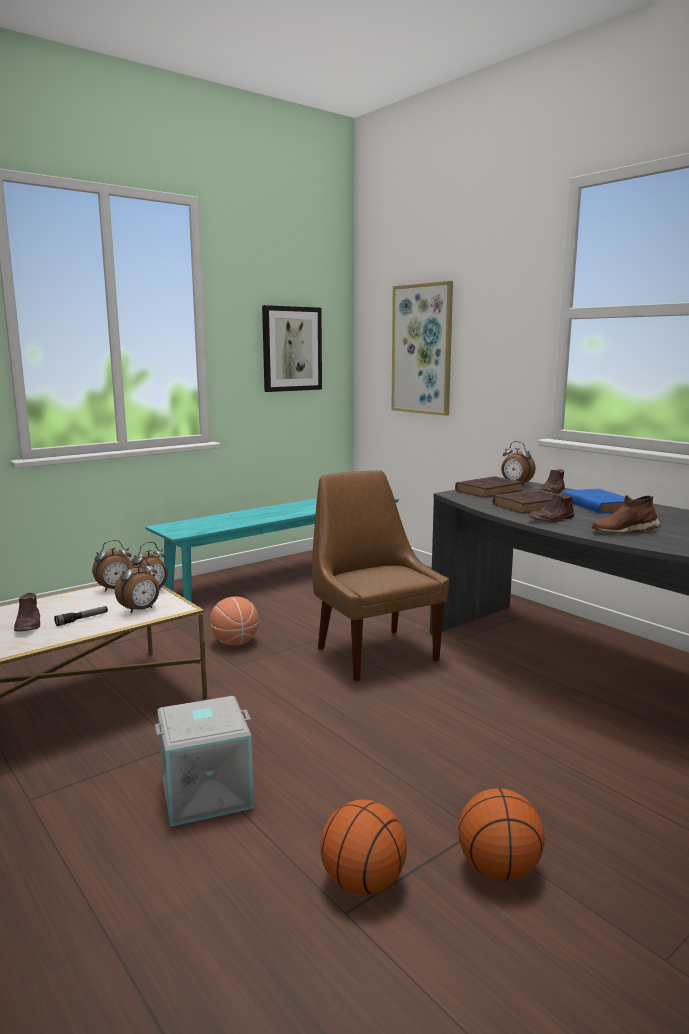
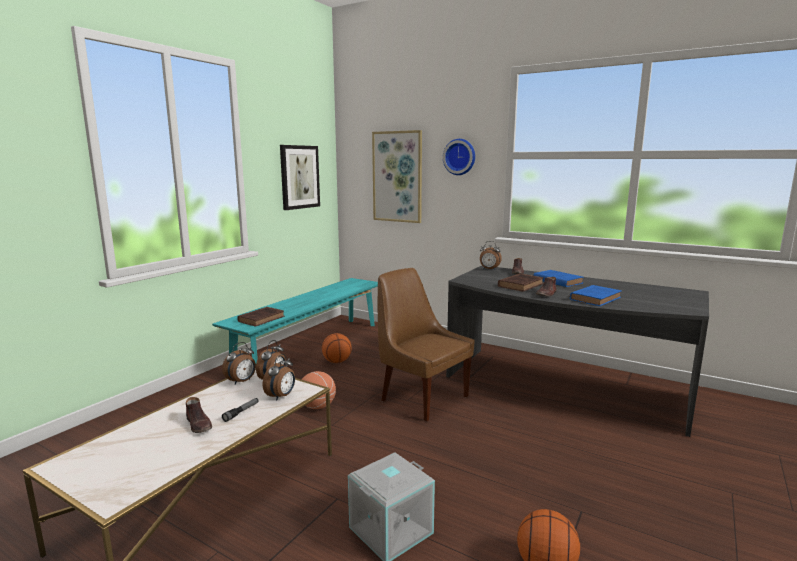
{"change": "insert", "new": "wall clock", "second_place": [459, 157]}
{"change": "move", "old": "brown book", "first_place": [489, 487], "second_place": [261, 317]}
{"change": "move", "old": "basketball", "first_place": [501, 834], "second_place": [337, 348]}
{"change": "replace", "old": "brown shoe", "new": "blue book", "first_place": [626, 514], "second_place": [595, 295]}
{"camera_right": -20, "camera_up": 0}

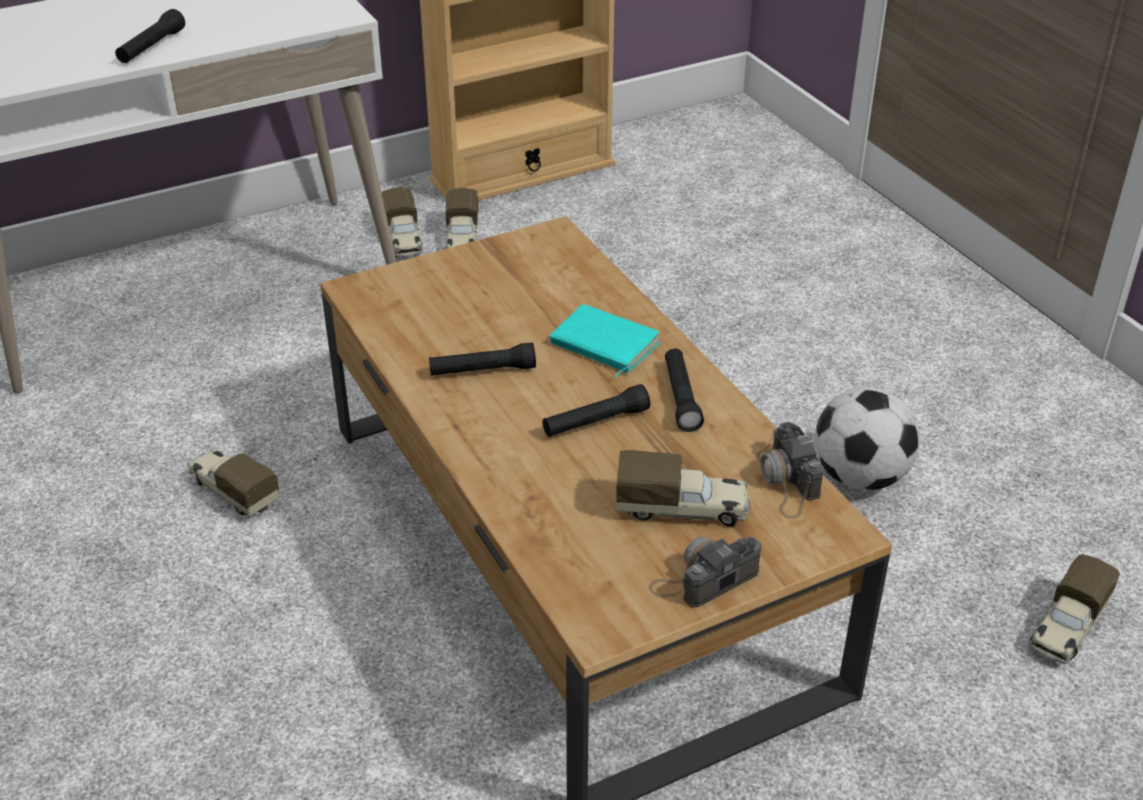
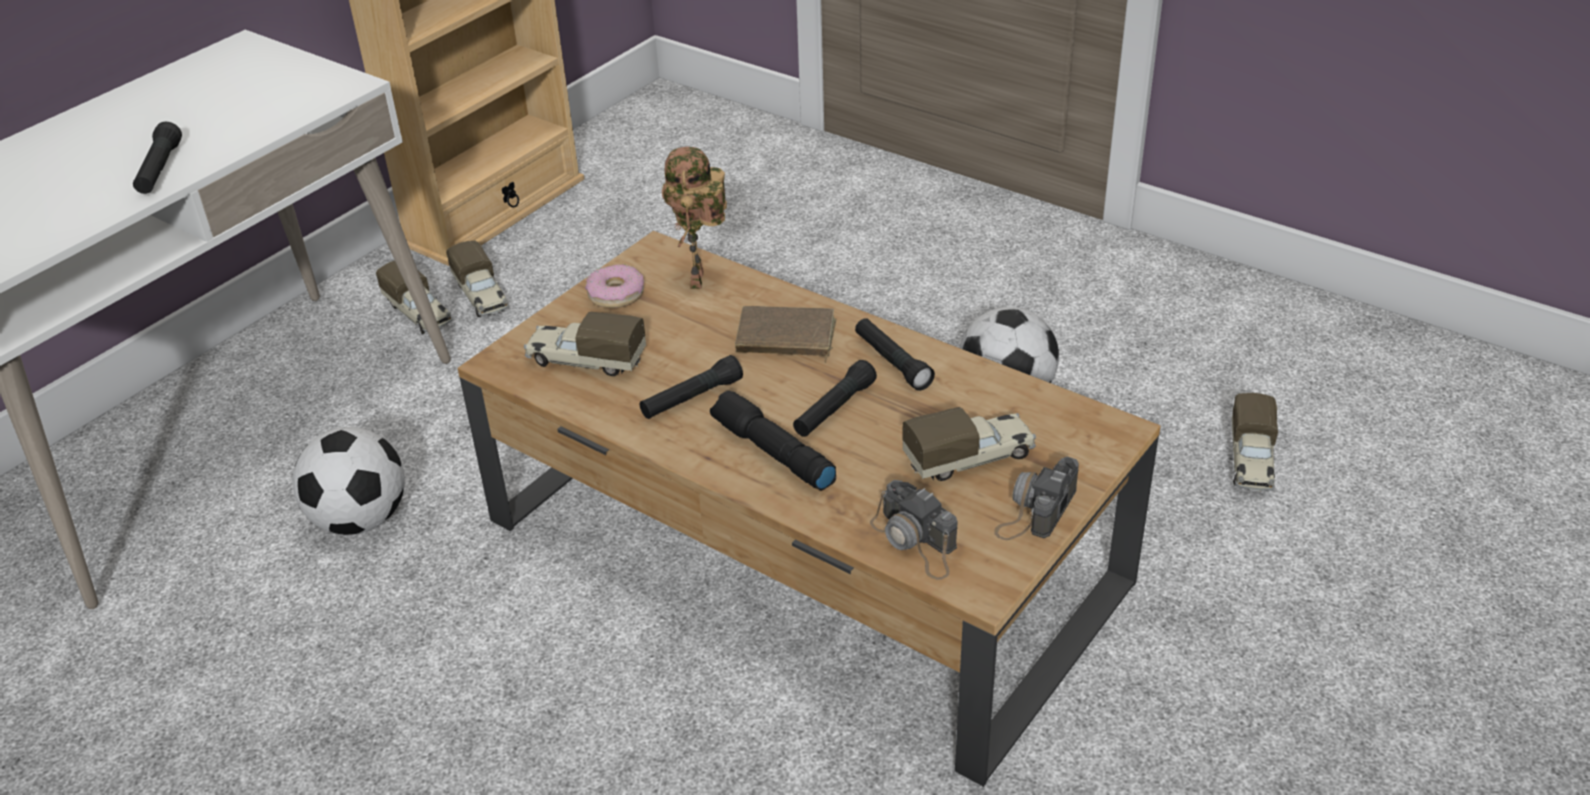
{"change": "insert", "new": "football", "second_place": [348, 481]}
{"change": "insert", "new": "donut", "second_place": [614, 286]}
{"change": "insert", "new": "toy robot", "second_place": [694, 218]}
{"change": "insert", "new": "black flashlight", "second_place": [773, 441]}
{"change": "move", "old": "toy truck", "first_place": [234, 482], "second_place": [585, 344]}
{"change": "move", "old": "photo camera", "first_place": [790, 470], "second_place": [913, 530]}
{"change": "recolor", "old": "turquoise book", "new": "brown book", "first_place": [605, 340], "second_place": [785, 334]}
{"camera_right": -25, "camera_up": 0}

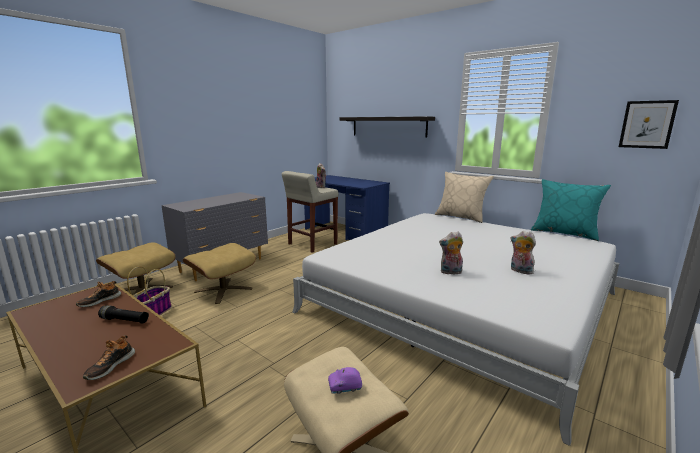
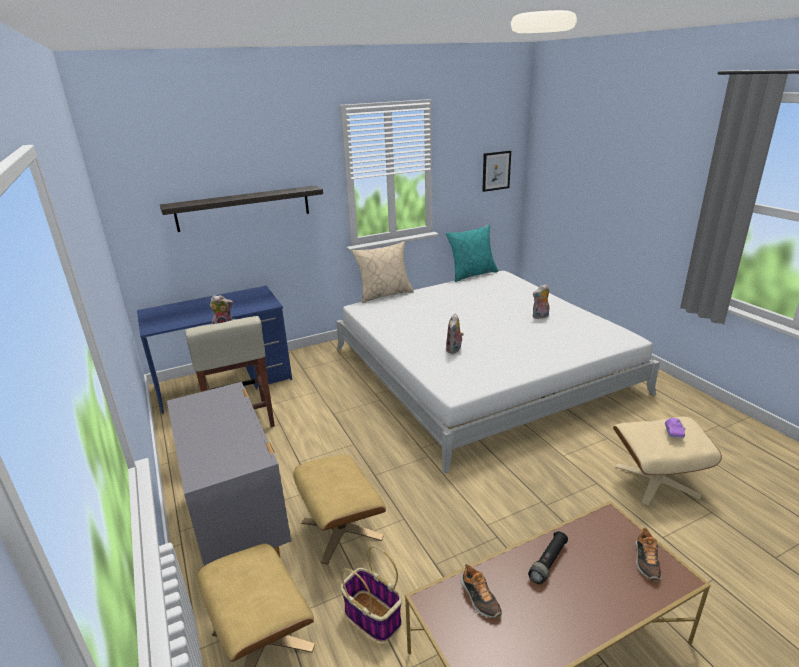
{"change": "move", "old": "plush toy", "first_place": [451, 253], "second_place": [455, 333]}
{"change": "rotate", "old": "shoe", "first_place": [109, 357], "second_place": [648, 554], "degrees": 60}
{"camera_right": -65, "camera_up": 10}

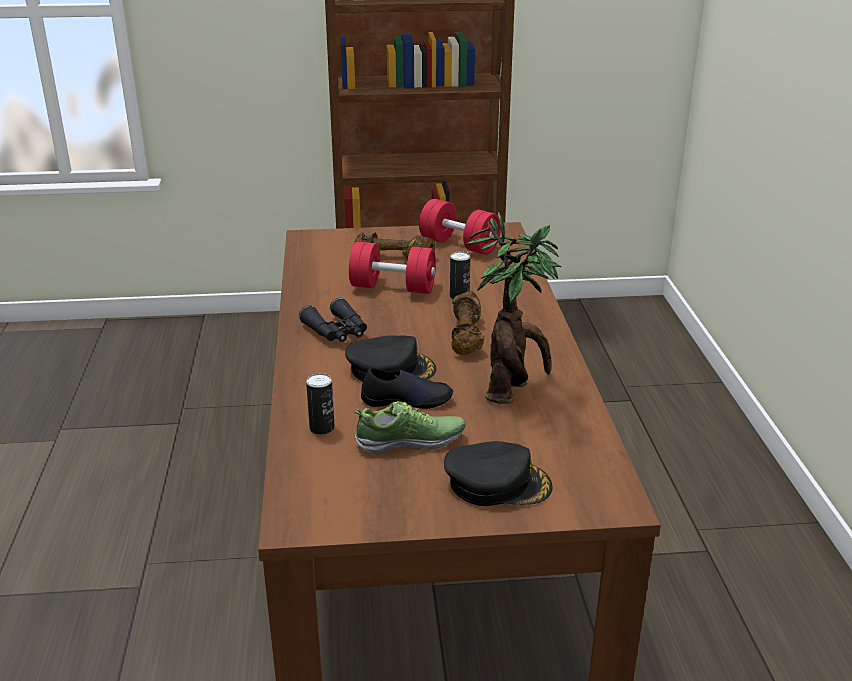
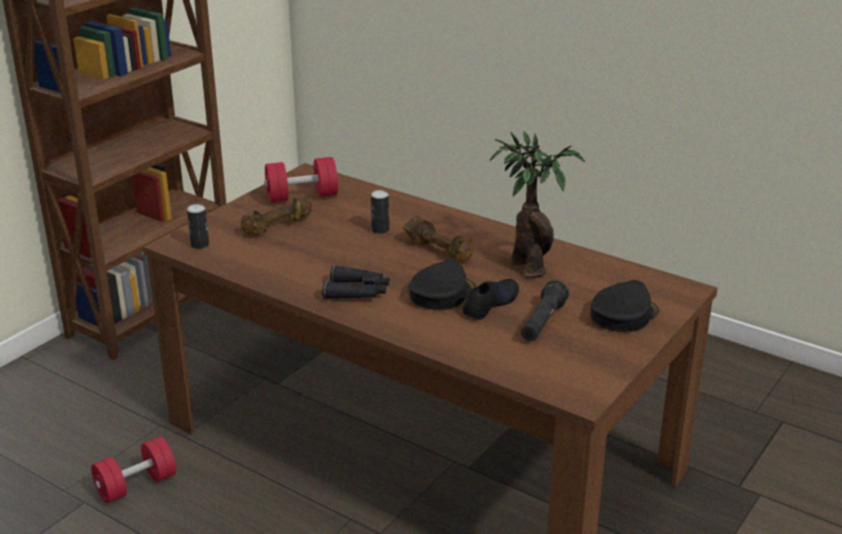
{"change": "move", "old": "can", "first_place": [320, 404], "second_place": [198, 226]}
{"change": "move", "old": "red dumbbell", "first_place": [392, 267], "second_place": [133, 470]}
{"change": "replace", "old": "shoe", "new": "black flashlight", "first_place": [410, 427], "second_place": [545, 310]}
{"camera_right": -50, "camera_up": 0}

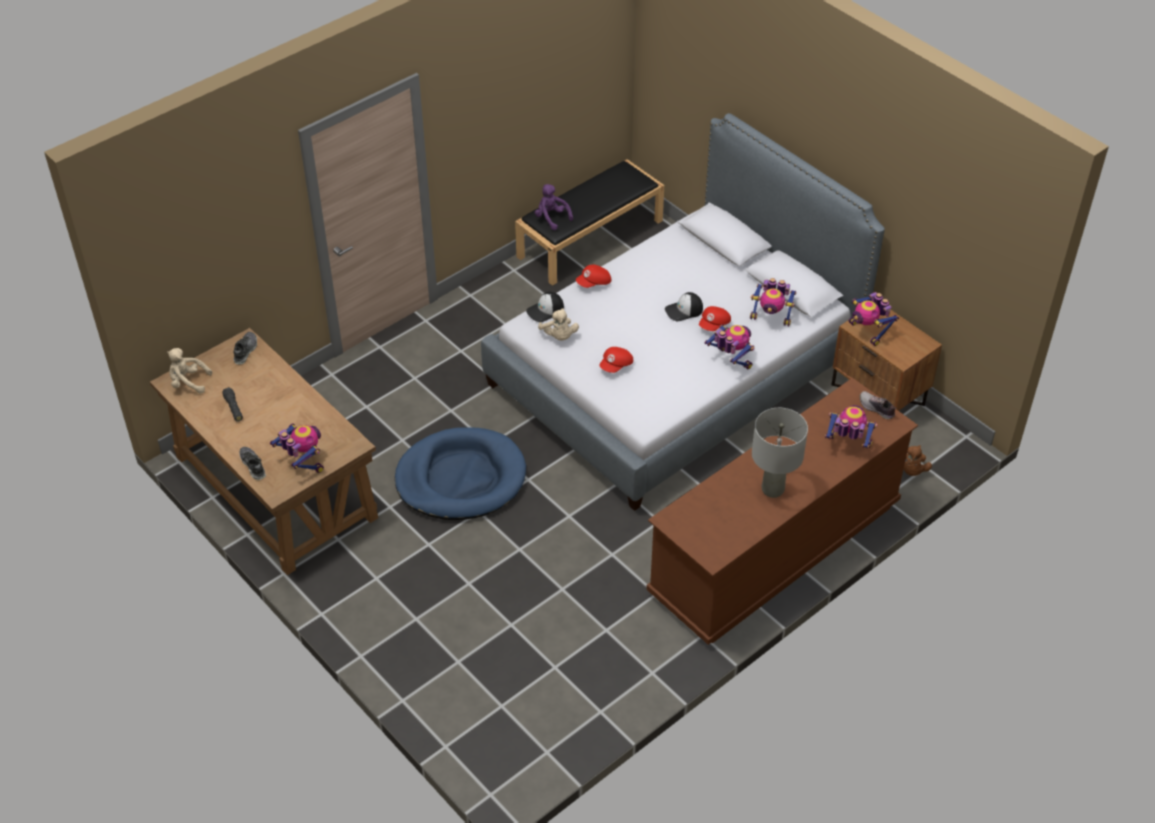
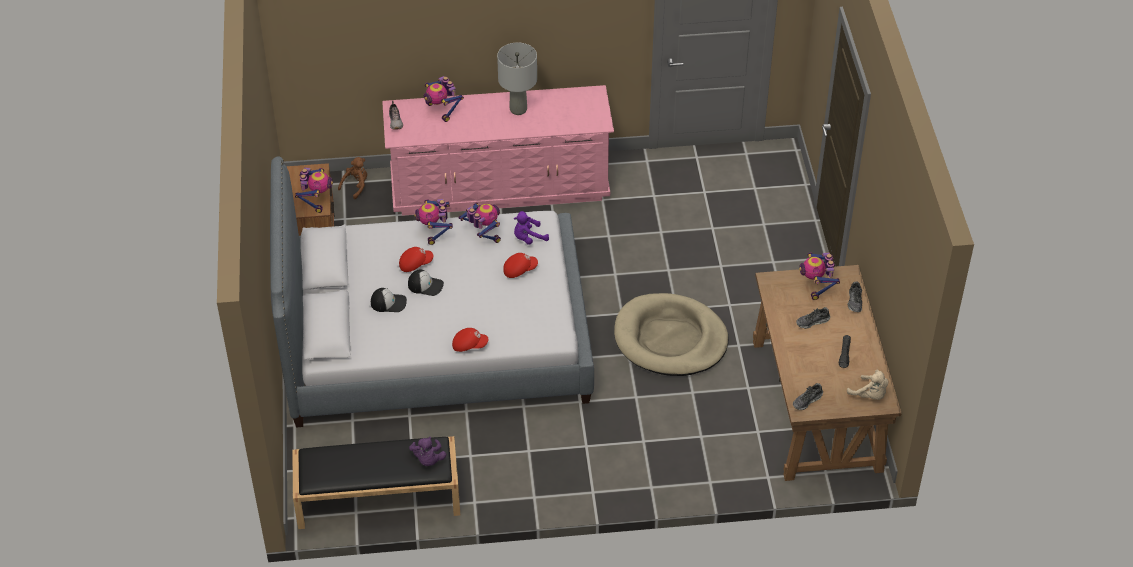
{"change": "delete", "old": "beige plush toy", "first_place": [558, 324]}
{"change": "insert", "new": "purple plush toy", "second_place": [531, 228]}
{"change": "insert", "new": "shoe", "second_place": [813, 318]}
{"change": "move", "old": "cap", "first_place": [545, 307], "second_place": [389, 300]}
{"change": "move", "old": "toy robot", "first_place": [773, 302], "second_place": [479, 222]}
{"change": "recolor", "old": "blue dog bed", "new": "beige dog bed", "first_place": [460, 473], "second_place": [671, 334]}
{"change": "recolor", "old": "brown dresser", "new": "pink dresser", "first_place": [782, 511], "second_place": [498, 150]}
{"camera_right": -145, "camera_up": 0}

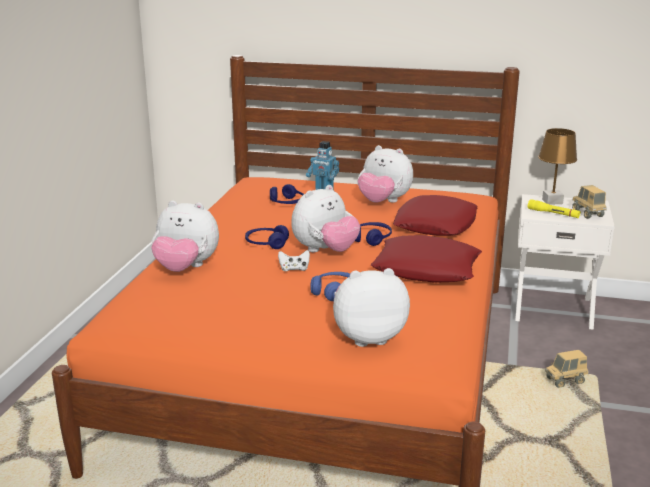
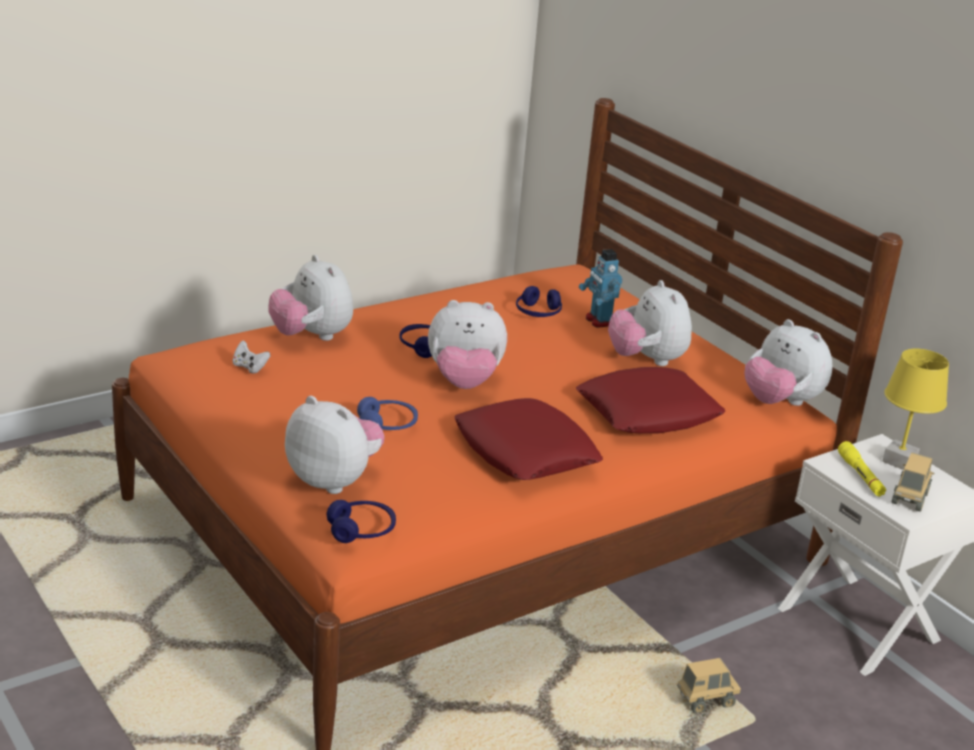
{"change": "insert", "new": "plush toy", "second_place": [788, 362]}
{"change": "move", "old": "white game controller", "first_place": [294, 260], "second_place": [251, 357]}
{"change": "move", "old": "blue headphones", "first_place": [373, 234], "second_place": [361, 521]}
{"change": "recolor", "old": "brown table lamp", "new": "yellow table lamp", "first_place": [557, 166], "second_place": [915, 409]}
{"change": "rotate", "old": "toy truck", "first_place": [567, 369], "second_place": [709, 685], "degrees": 135}
{"camera_right": 40, "camera_up": 5}

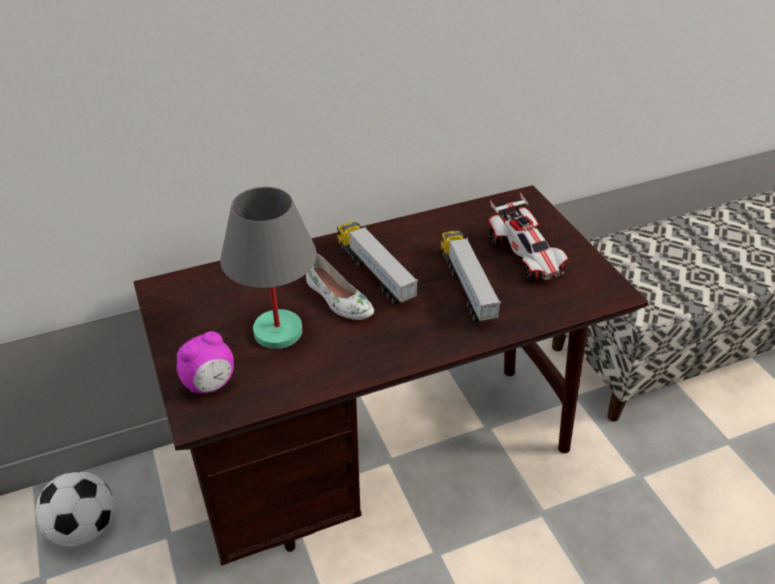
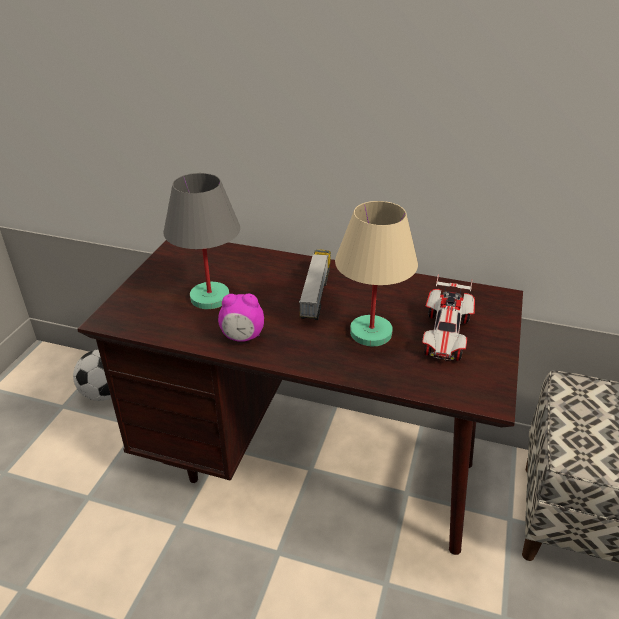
{"change": "delete", "old": "white shoe", "first_place": [340, 287]}
{"change": "move", "old": "alarm clock", "first_place": [205, 362], "second_place": [241, 318]}
{"change": "replace", "old": "toy truck", "new": "beige table lamp", "first_place": [471, 276], "second_place": [376, 273]}
{"camera_right": 40, "camera_up": -5}

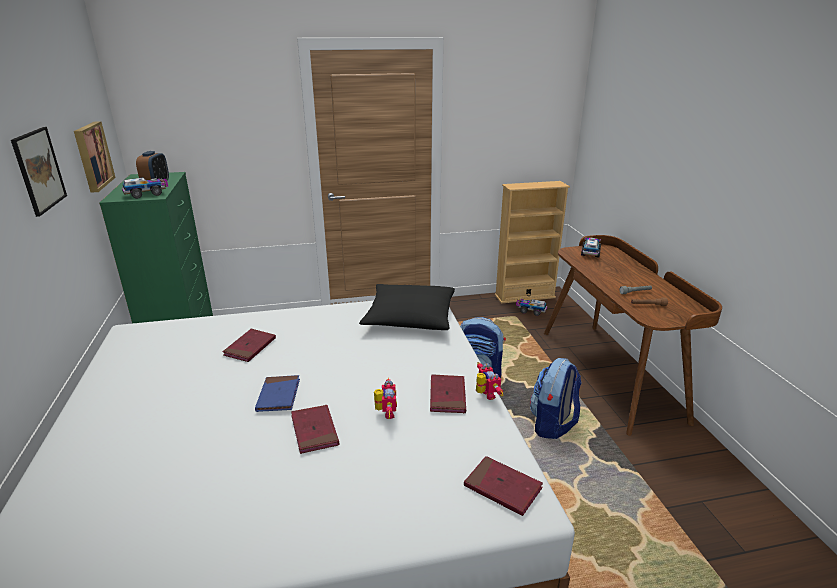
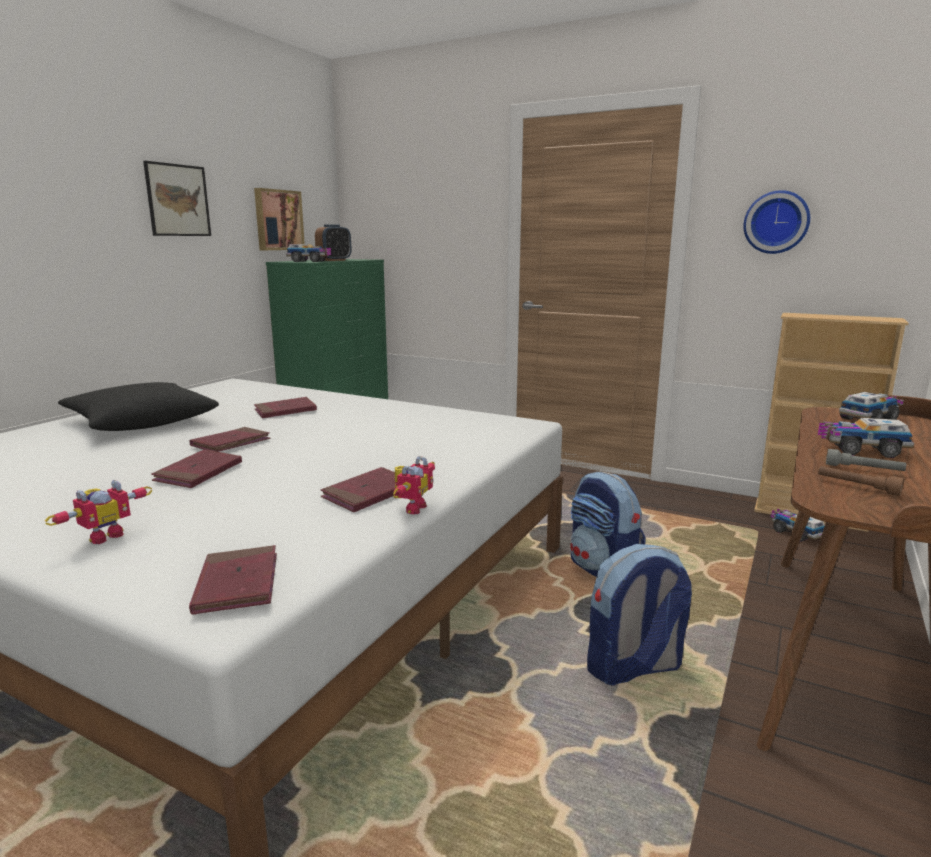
{"change": "insert", "new": "wall clock", "second_place": [777, 222]}
{"change": "insert", "new": "toy truck", "second_place": [866, 438]}
{"change": "move", "old": "black pillow", "first_place": [407, 307], "second_place": [138, 406]}
{"change": "move", "old": "toy robot", "first_place": [385, 398], "second_place": [98, 512]}
{"change": "recolor", "old": "blue book", "new": "red book", "first_place": [277, 393], "second_place": [229, 439]}
{"camera_right": 40, "camera_up": -10}

